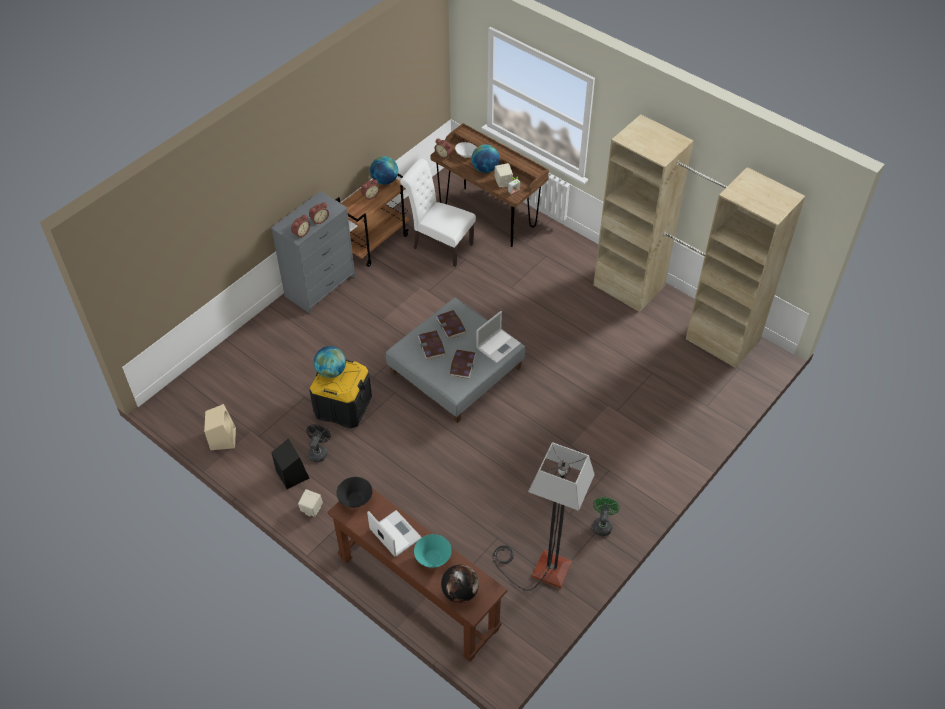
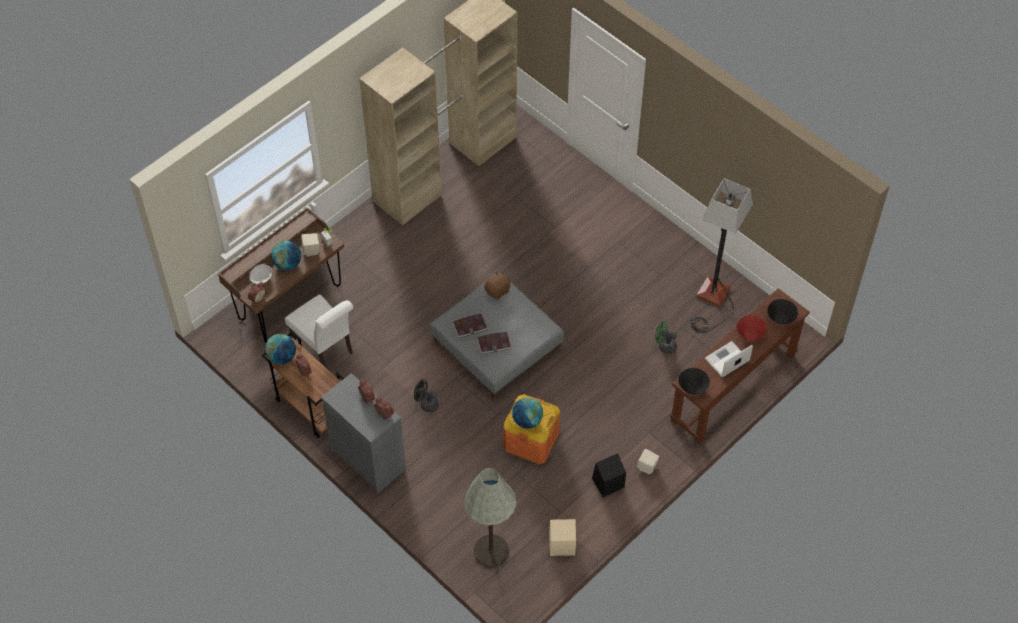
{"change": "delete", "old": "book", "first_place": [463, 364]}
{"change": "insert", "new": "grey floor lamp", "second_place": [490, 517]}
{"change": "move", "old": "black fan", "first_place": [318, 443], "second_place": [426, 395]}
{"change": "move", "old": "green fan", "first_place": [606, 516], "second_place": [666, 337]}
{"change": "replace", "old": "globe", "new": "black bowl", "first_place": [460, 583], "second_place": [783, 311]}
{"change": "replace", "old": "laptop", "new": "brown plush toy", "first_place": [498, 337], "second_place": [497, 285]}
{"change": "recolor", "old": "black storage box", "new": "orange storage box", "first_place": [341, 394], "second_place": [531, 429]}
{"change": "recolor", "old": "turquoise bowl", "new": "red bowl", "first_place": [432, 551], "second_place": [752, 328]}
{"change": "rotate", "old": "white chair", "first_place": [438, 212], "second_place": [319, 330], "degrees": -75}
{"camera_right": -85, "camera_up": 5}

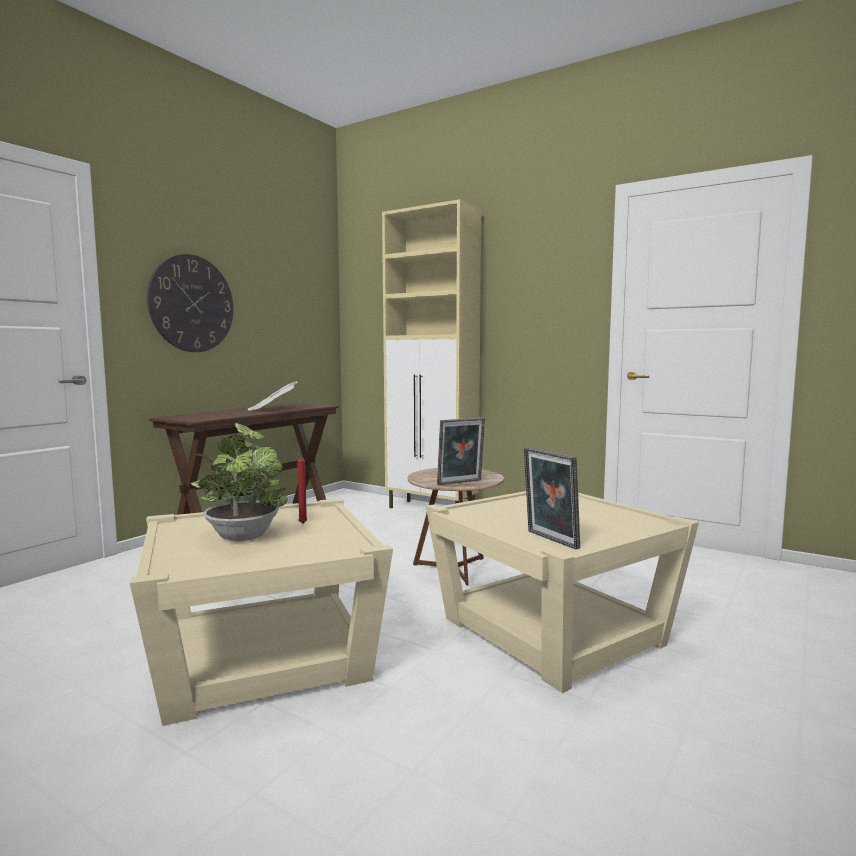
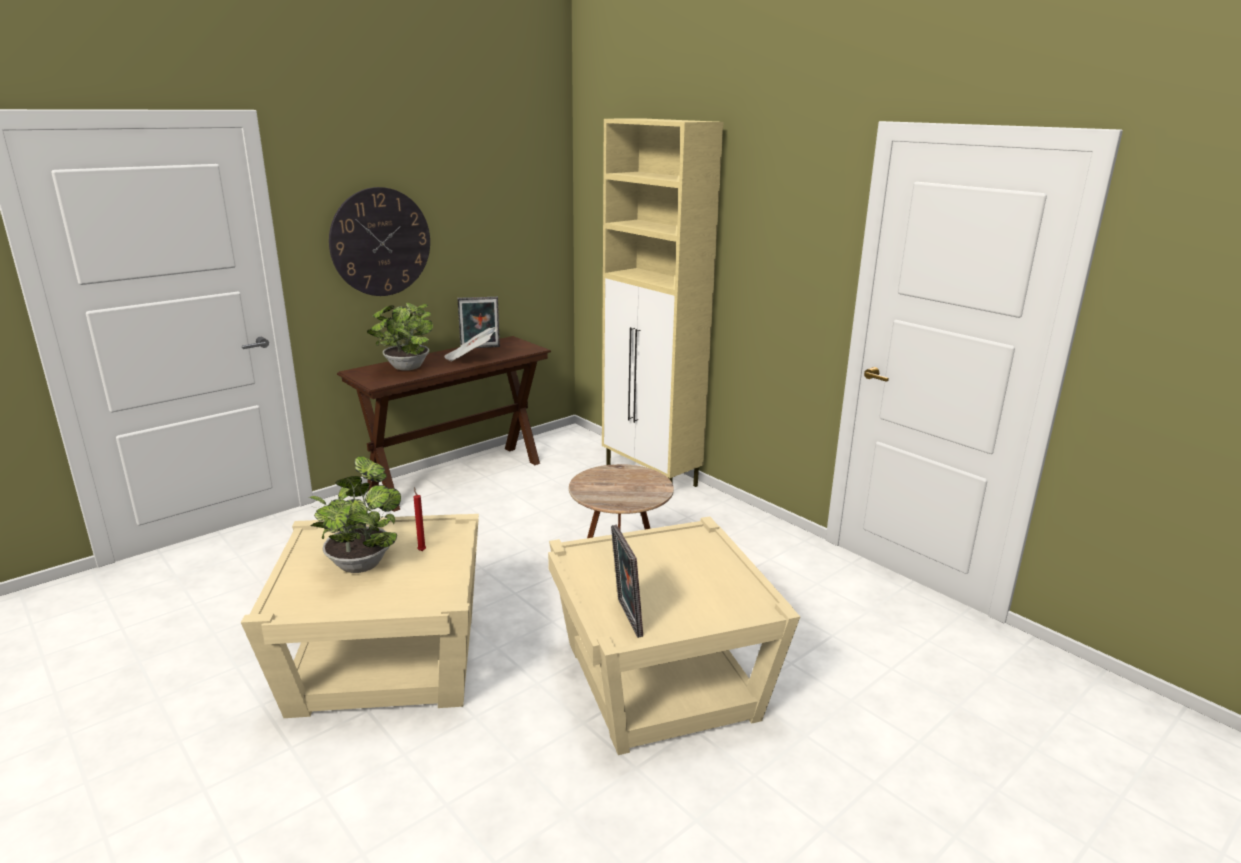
{"change": "insert", "new": "potted plant", "second_place": [400, 336]}
{"change": "move", "old": "picture frame", "first_place": [461, 451], "second_place": [478, 322]}
{"camera_right": 15, "camera_up": 15}

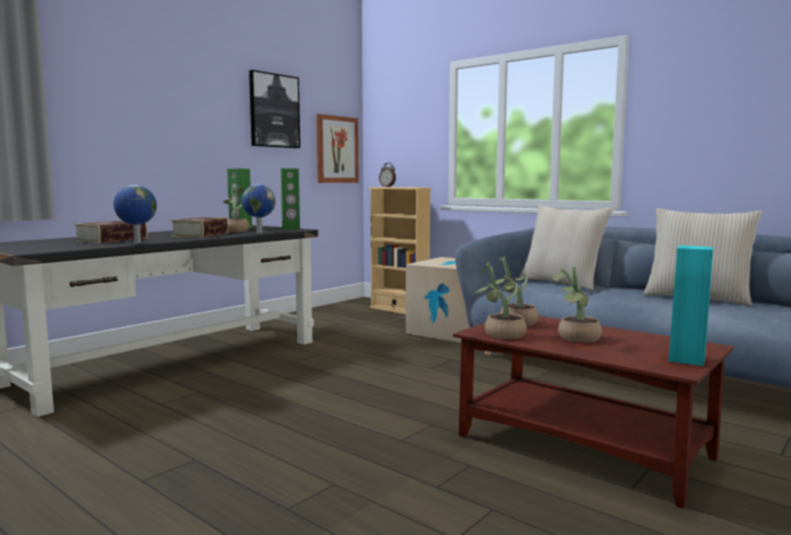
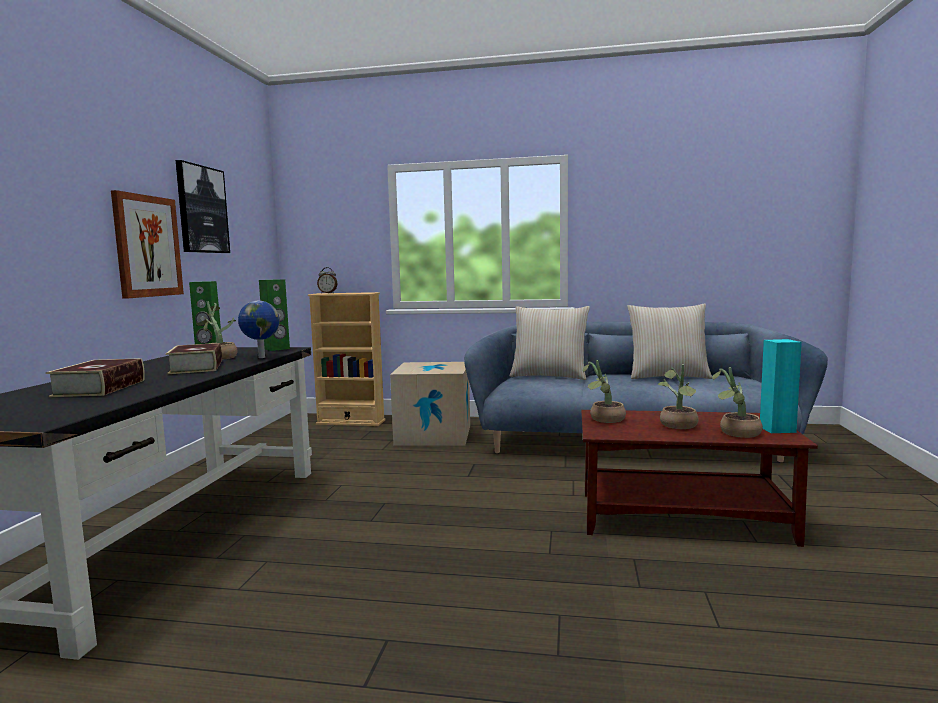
{"change": "delete", "old": "globe", "first_place": [135, 214]}
{"change": "move", "old": "picture", "first_place": [337, 148], "second_place": [147, 244]}
{"change": "move", "old": "potted plant", "first_place": [500, 300], "second_place": [737, 402]}
{"camera_right": -30, "camera_up": 0}

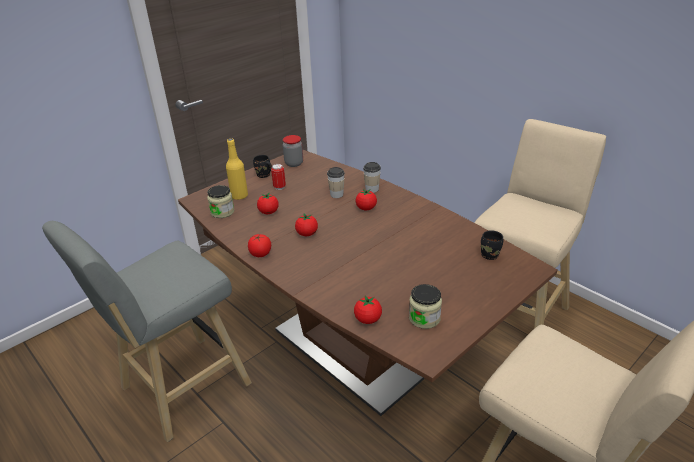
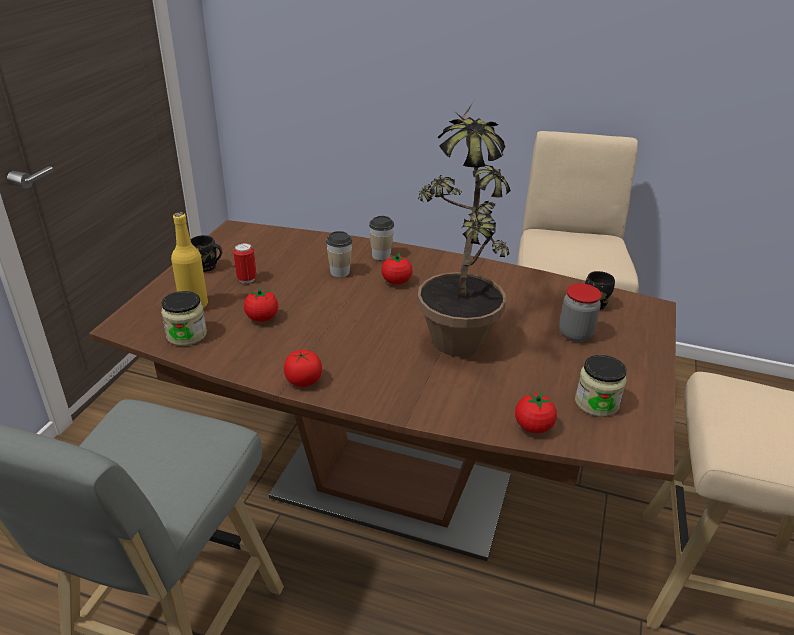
{"change": "delete", "old": "tomato", "first_place": [306, 224]}
{"change": "insert", "new": "potted plant", "second_place": [464, 228]}
{"change": "move", "old": "jar", "first_place": [293, 151], "second_place": [580, 312]}
{"camera_right": -30, "camera_up": 0}

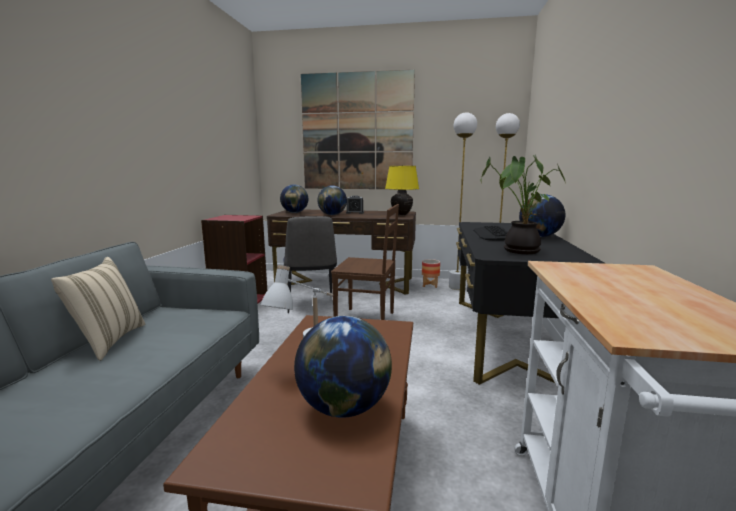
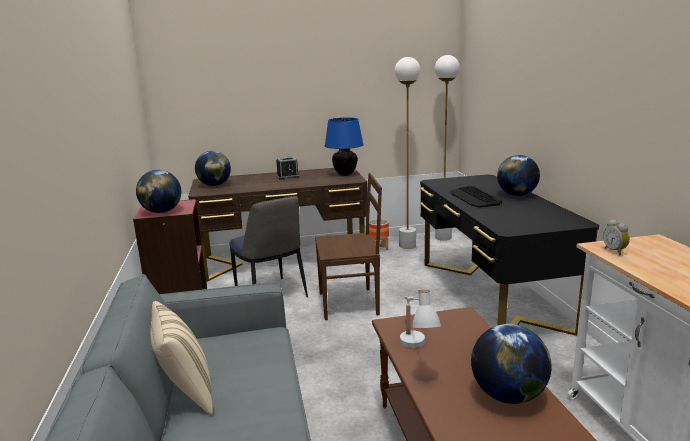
{"change": "delete", "old": "picture", "first_place": [358, 129]}
{"change": "delete", "old": "potted plant", "first_place": [523, 204]}
{"change": "insert", "new": "alarm clock", "second_place": [616, 237]}
{"change": "move", "old": "globe", "first_place": [332, 200], "second_place": [158, 191]}
{"change": "recolor", "old": "yellow table lamp", "new": "blue table lamp", "first_place": [402, 190], "second_place": [344, 147]}
{"camera_right": -20, "camera_up": 5}

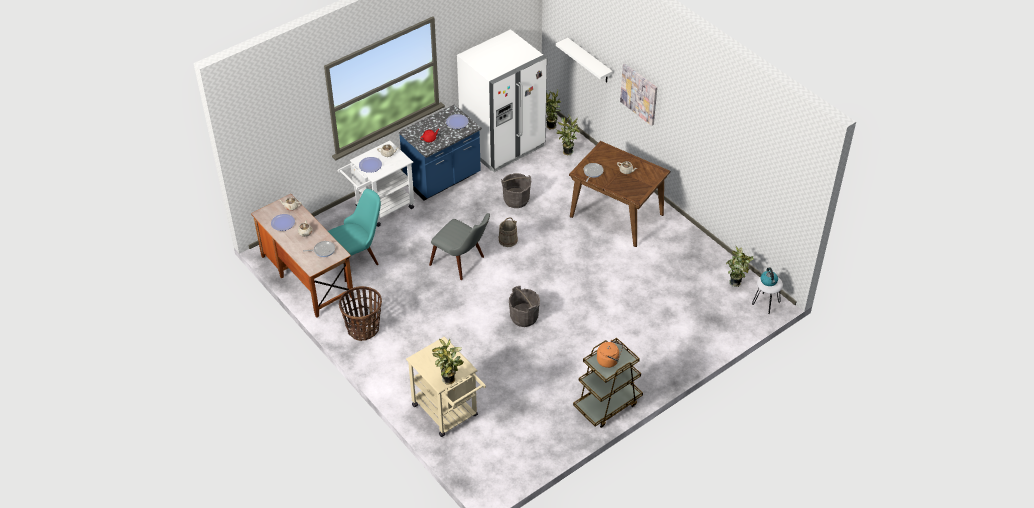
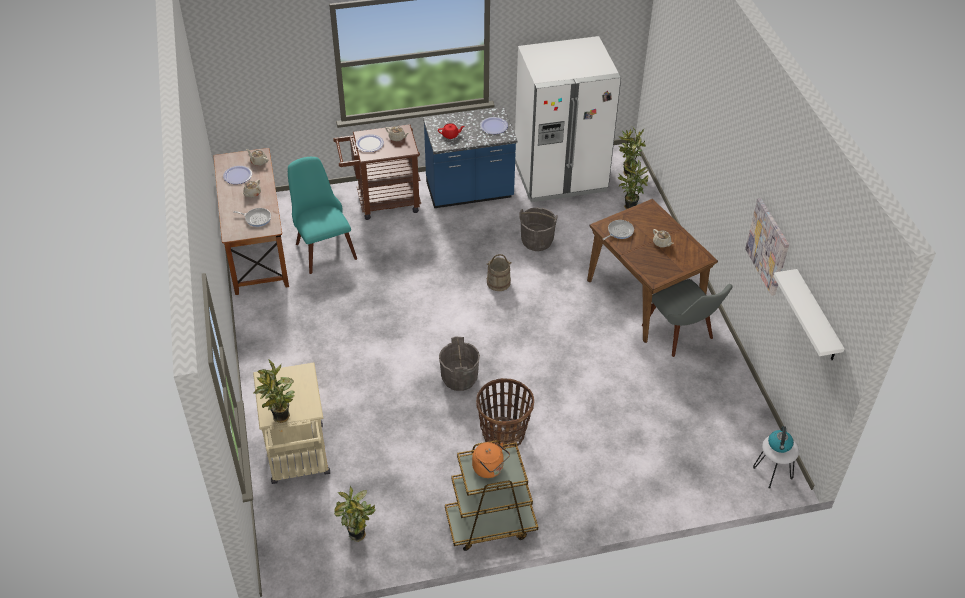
{"change": "move", "old": "basket", "first_place": [360, 313], "second_place": [505, 413]}
{"change": "move", "old": "grey chair", "first_place": [459, 246], "second_place": [687, 318]}
{"change": "move", "old": "white shelf", "first_place": [584, 60], "second_place": [809, 314]}
{"change": "move", "old": "picture", "first_place": [638, 95], "second_place": [767, 247]}
{"change": "move", "old": "potted plant", "first_place": [740, 267], "second_place": [354, 514]}
{"change": "recolor", "old": "white cart", "new": "brown cart", "first_place": [376, 184], "second_place": [377, 172]}
{"change": "rotate", "old": "turquoise chair", "first_place": [354, 235], "second_place": [322, 215], "degrees": -105}
{"camera_right": 25, "camera_up": 0}

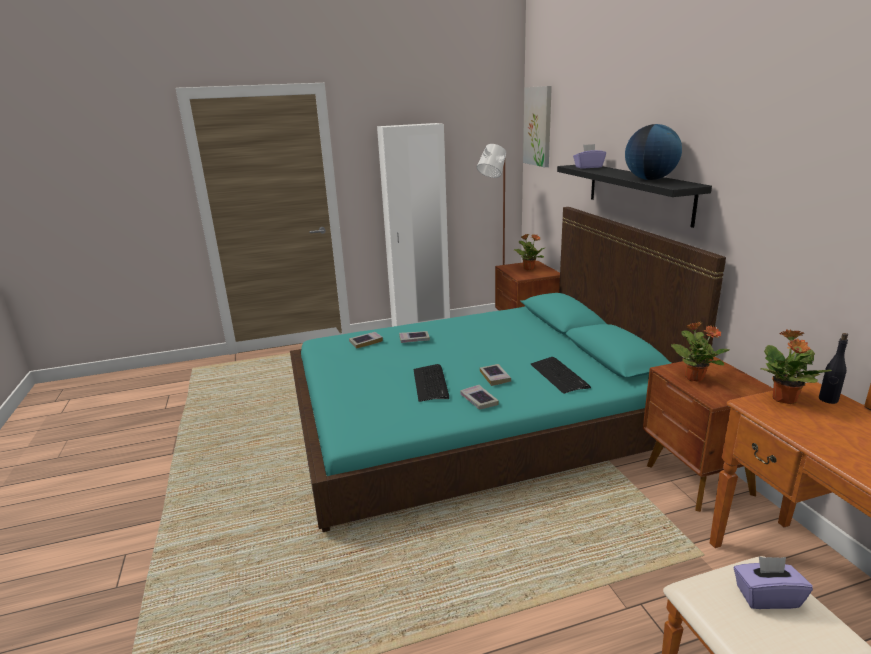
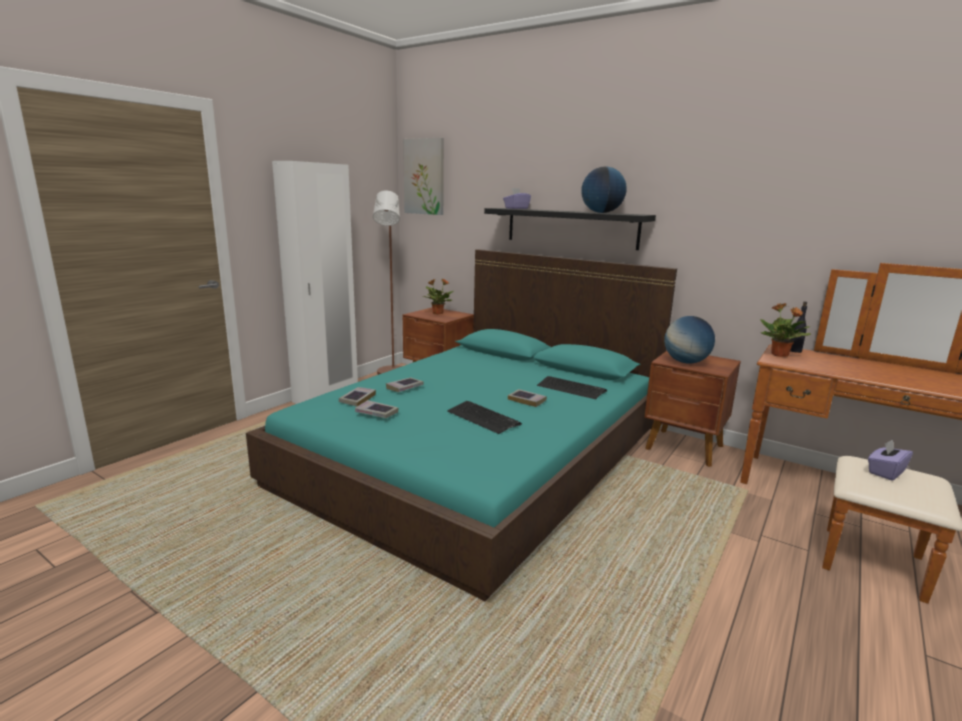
{"change": "move", "old": "book", "first_place": [479, 397], "second_place": [376, 409]}
{"change": "replace", "old": "potted plant", "new": "globe", "first_place": [700, 352], "second_place": [689, 340]}
{"camera_right": -40, "camera_up": -5}

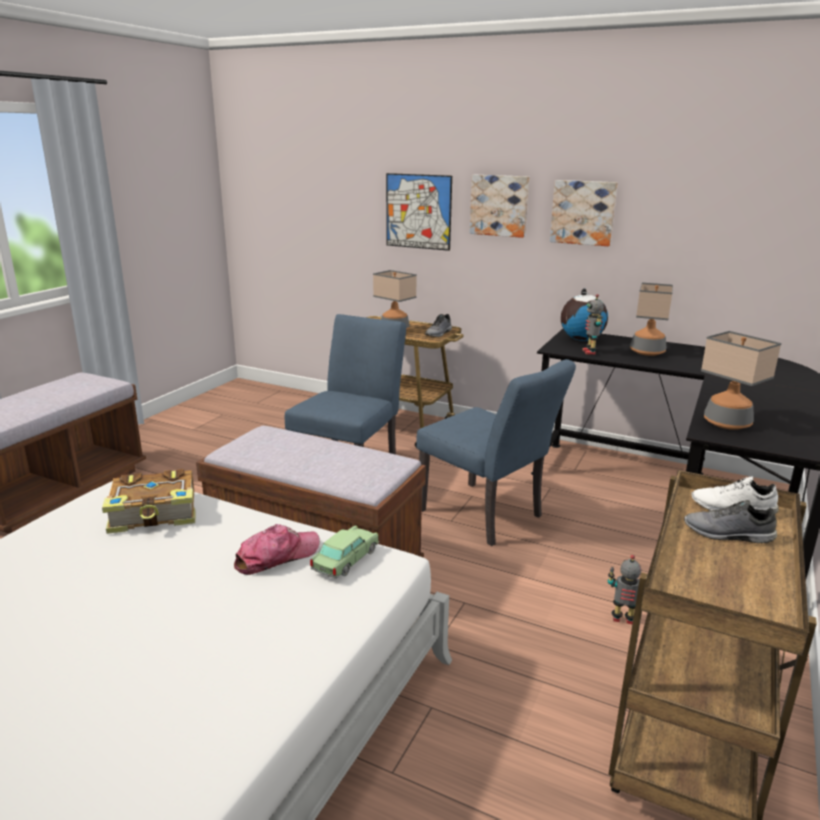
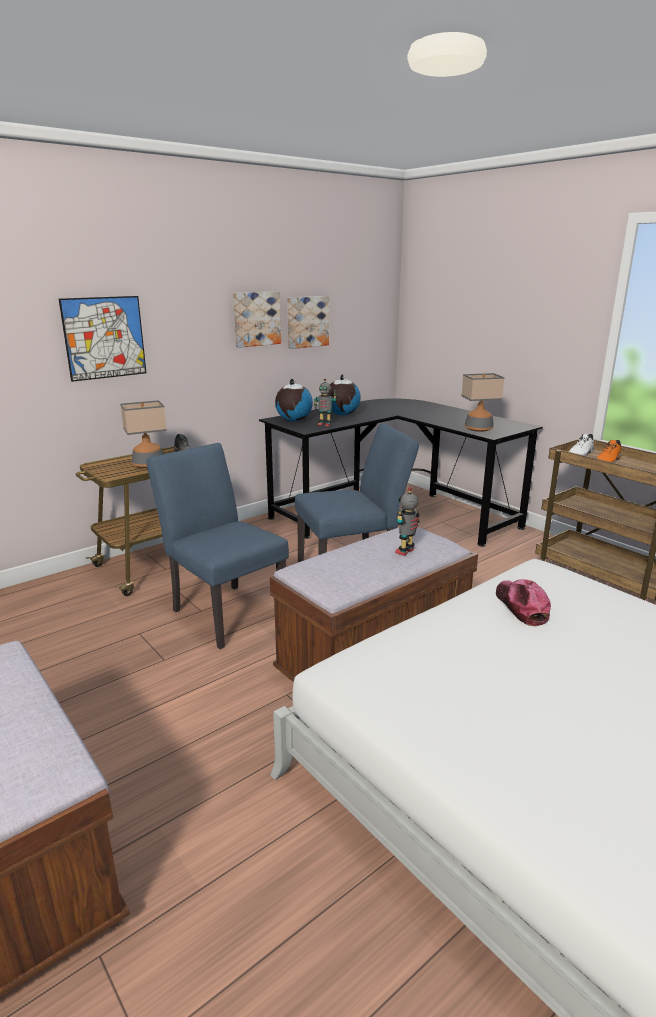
{"change": "delete", "old": "book", "first_place": [149, 501]}
{"change": "delete", "old": "toy car", "first_place": [344, 552]}
{"change": "move", "old": "picture", "first_place": [499, 206], "second_place": [308, 322]}
{"change": "move", "old": "toy robot", "first_place": [624, 589], "second_place": [407, 521]}
{"change": "replace", "old": "table lamp", "new": "globe", "first_place": [651, 319], "second_place": [344, 395]}
{"change": "recolor", "old": "grey shoe", "new": "orange shoe", "first_place": [730, 521], "second_place": [609, 451]}
{"camera_right": -65, "camera_up": 0}

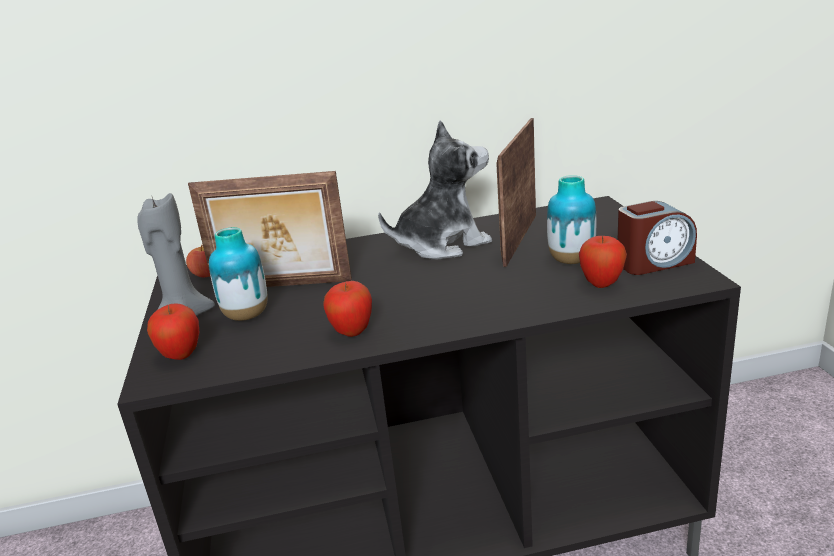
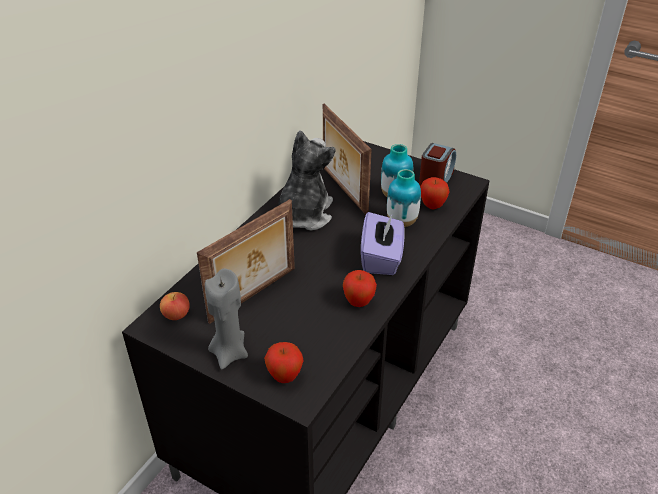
{"change": "insert", "new": "purple tissue box", "second_place": [383, 243]}
{"change": "move", "old": "vase", "first_place": [238, 274], "second_place": [404, 198]}
{"camera_right": -50, "camera_up": 15}

